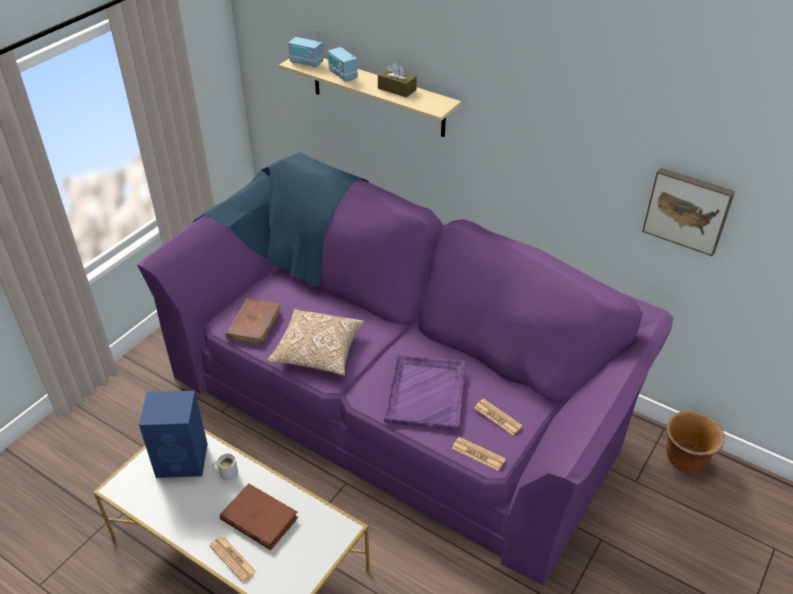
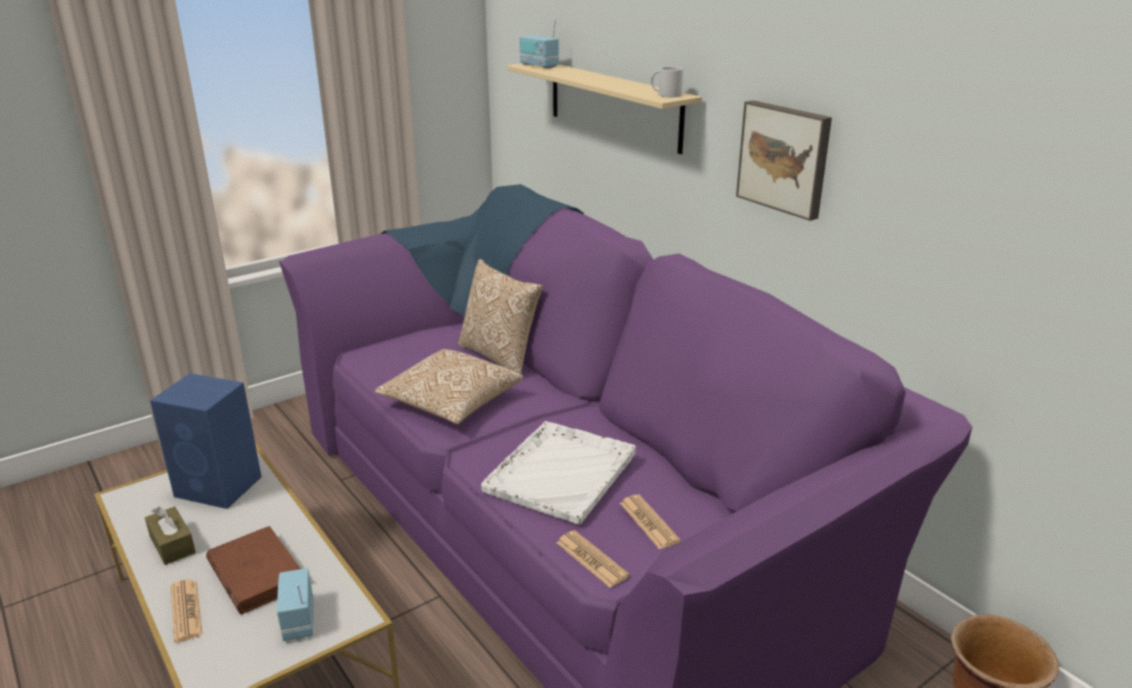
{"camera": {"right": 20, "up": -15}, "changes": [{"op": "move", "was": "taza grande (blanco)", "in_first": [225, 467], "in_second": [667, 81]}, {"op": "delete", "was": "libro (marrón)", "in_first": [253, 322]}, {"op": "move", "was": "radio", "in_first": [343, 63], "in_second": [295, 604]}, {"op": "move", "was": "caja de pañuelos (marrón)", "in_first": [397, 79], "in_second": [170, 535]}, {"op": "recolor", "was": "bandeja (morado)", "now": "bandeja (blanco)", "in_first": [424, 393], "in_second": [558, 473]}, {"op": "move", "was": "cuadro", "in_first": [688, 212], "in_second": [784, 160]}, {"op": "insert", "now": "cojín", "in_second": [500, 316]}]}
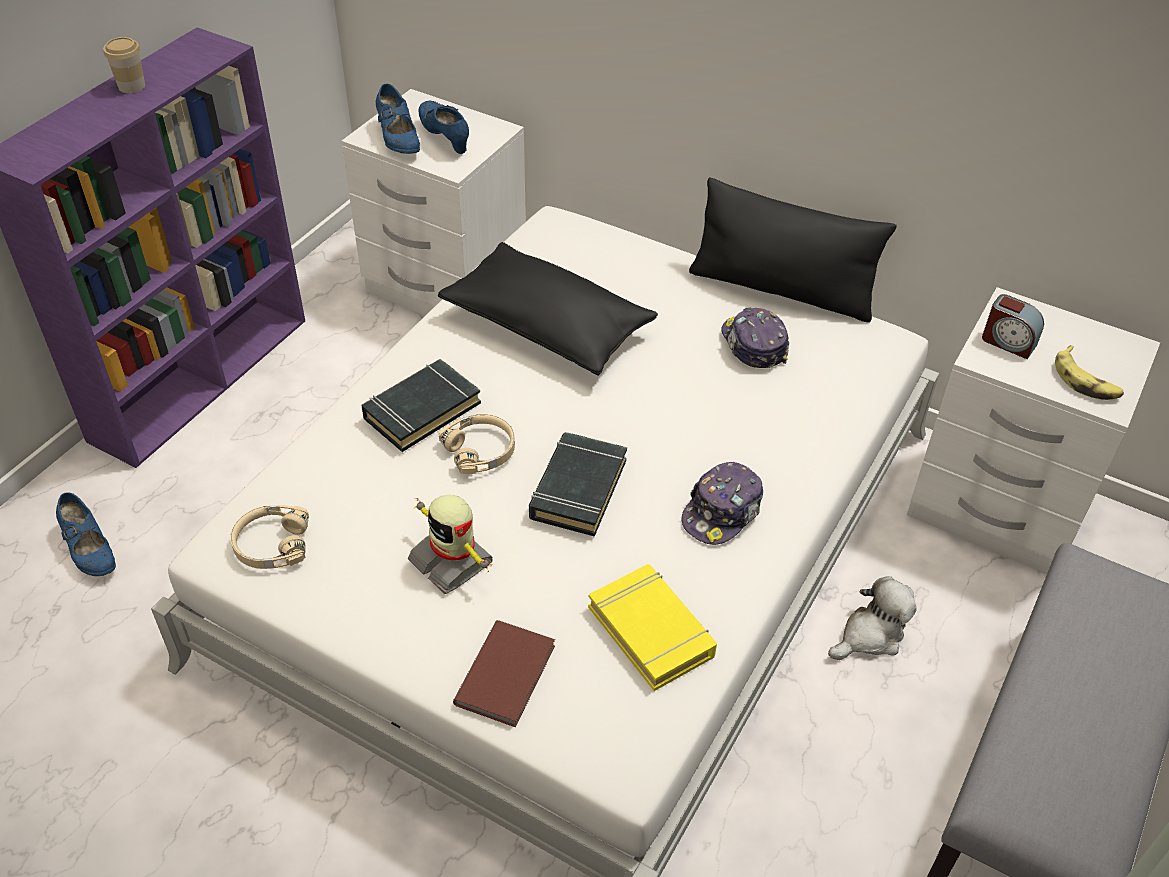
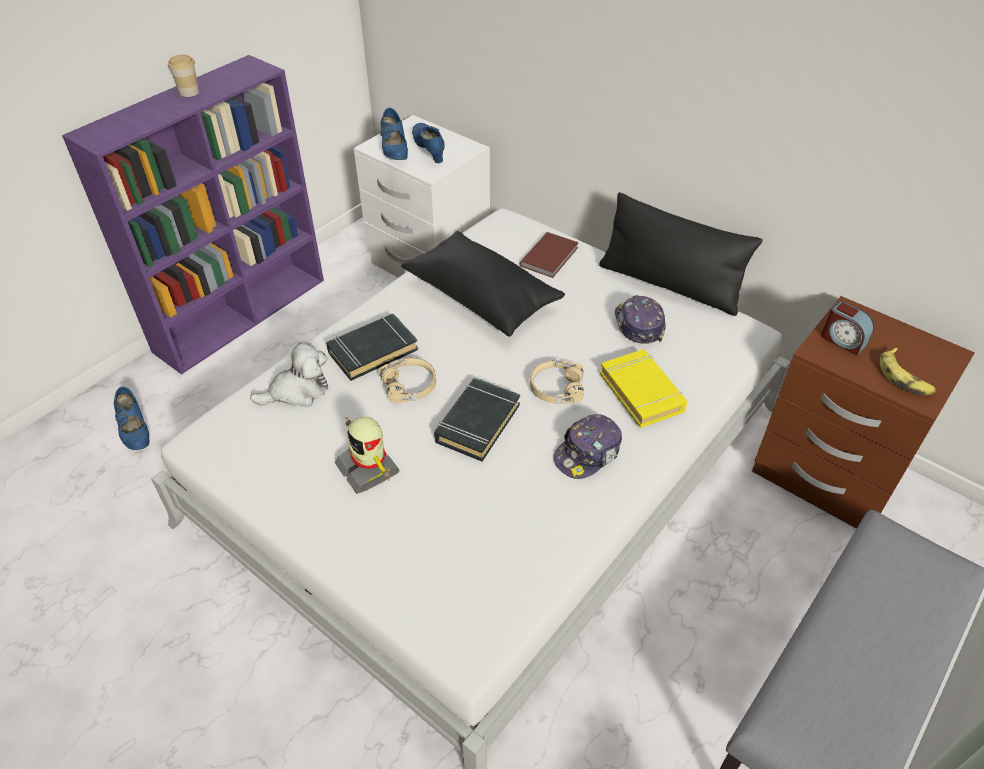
{"camera": {"right": 10, "up": 0}, "changes": [{"op": "move", "was": "auriculares (beis)", "in_first": [269, 537], "in_second": [557, 382]}, {"op": "move", "was": "libro (marrón)", "in_first": [504, 673], "in_second": [549, 255]}, {"op": "move", "was": "libro (amarillo)", "in_first": [652, 627], "in_second": [644, 388]}, {"op": "move", "was": "peluche", "in_first": [872, 618], "in_second": [289, 374]}, {"op": "recolor", "was": "mesita de noche (blanco)", "now": "mesita de noche (marrón)", "in_first": [1033, 430], "in_second": [863, 412]}]}
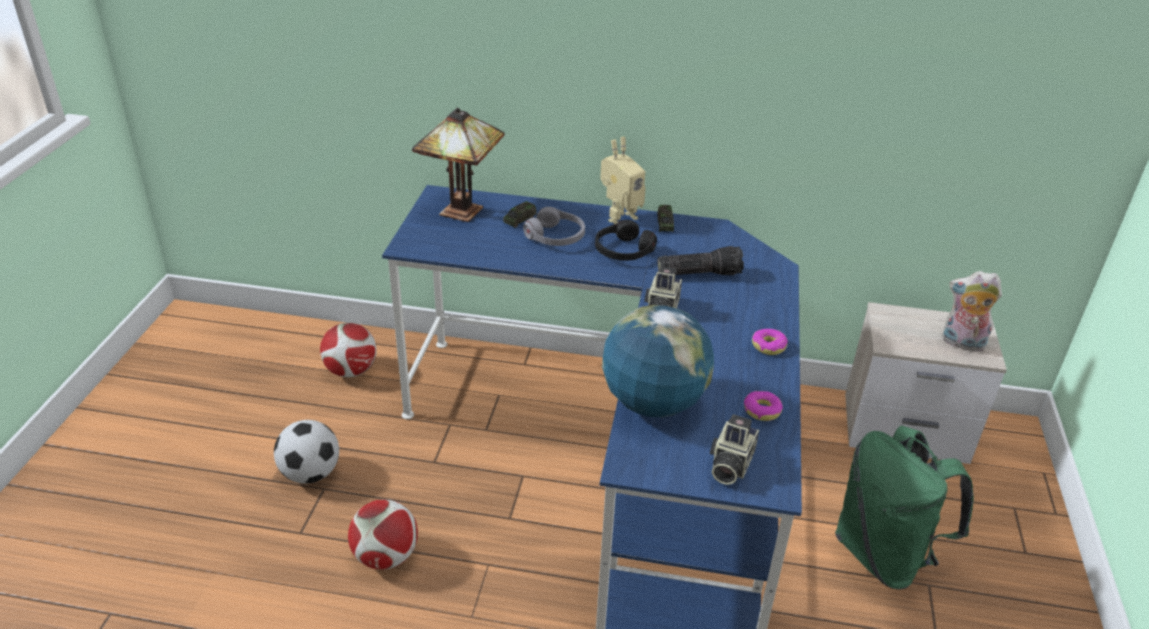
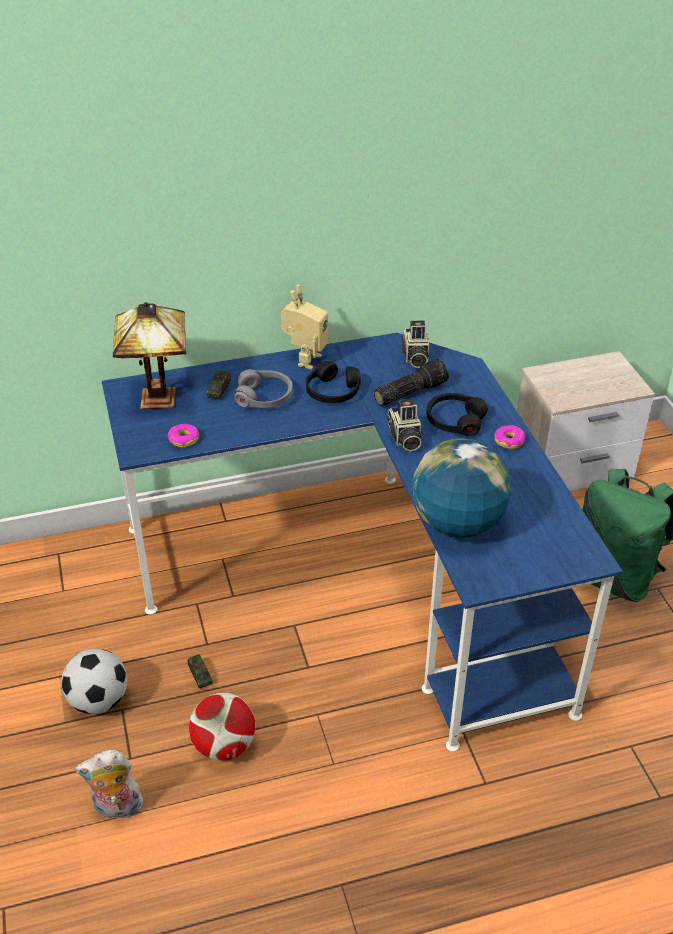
{"camera": {"right": -25, "up": 5}, "changes": [{"op": "delete", "was": "balón de fútbol", "in_first": [348, 350]}, {"op": "move", "was": "coche de juguete", "in_first": [665, 218], "in_second": [200, 671]}, {"op": "move", "was": "cámara", "in_first": [734, 449], "in_second": [415, 344]}, {"op": "move", "was": "rosquilla", "in_first": [763, 406], "in_second": [183, 435]}, {"op": "move", "was": "peluche", "in_first": [972, 311], "in_second": [109, 784]}, {"op": "insert", "now": "auriculares (negro)", "in_second": [456, 414]}]}
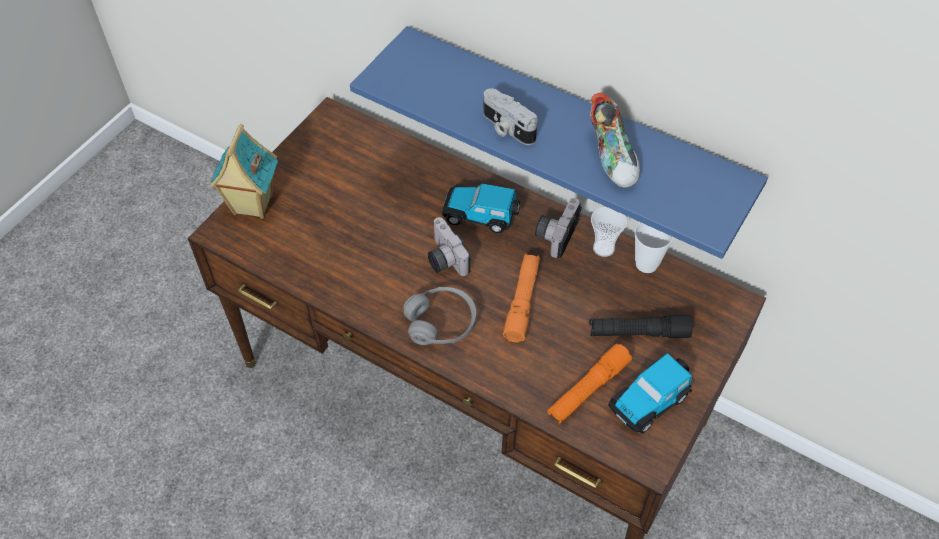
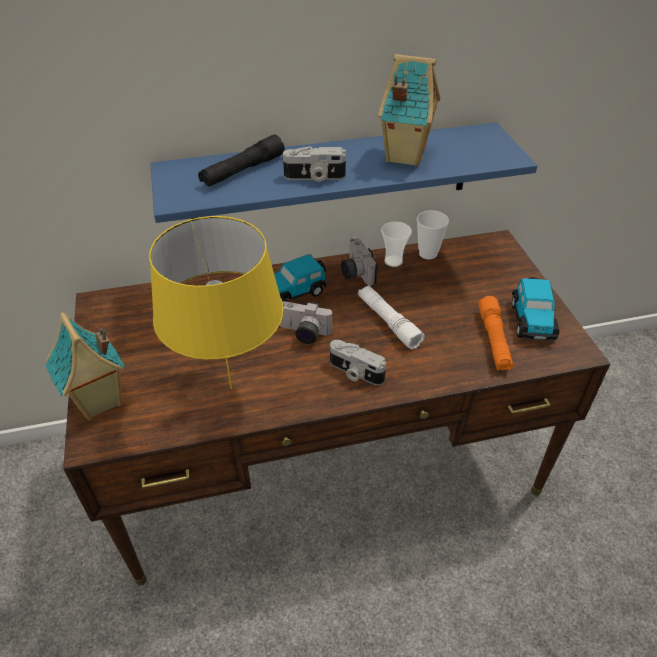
{"camera": {"right": -45, "up": -10}, "changes": [{"op": "replace", "was": "auriculares (gris)", "now": "cámara", "in_first": [439, 316], "in_second": [358, 362]}, {"op": "recolor", "was": "linterna (naranja)", "now": "linterna (blanco)", "in_first": [521, 297], "in_second": [391, 317]}, {"op": "move", "was": "linterna (negro)", "in_first": [641, 326], "in_second": [241, 161]}, {"op": "replace", "was": "zapato", "now": "casita", "in_first": [615, 140], "in_second": [409, 110]}, {"op": "insert", "now": "lámpara de mesa (amarillo)", "in_second": [216, 302]}]}
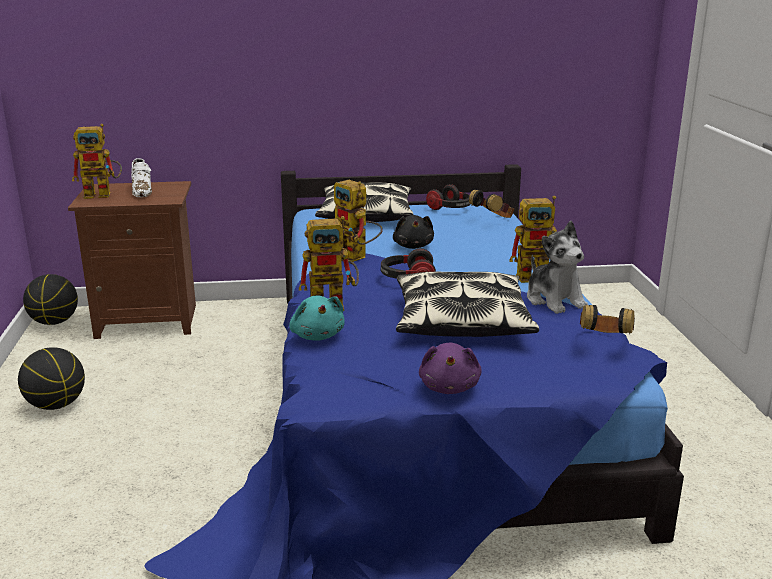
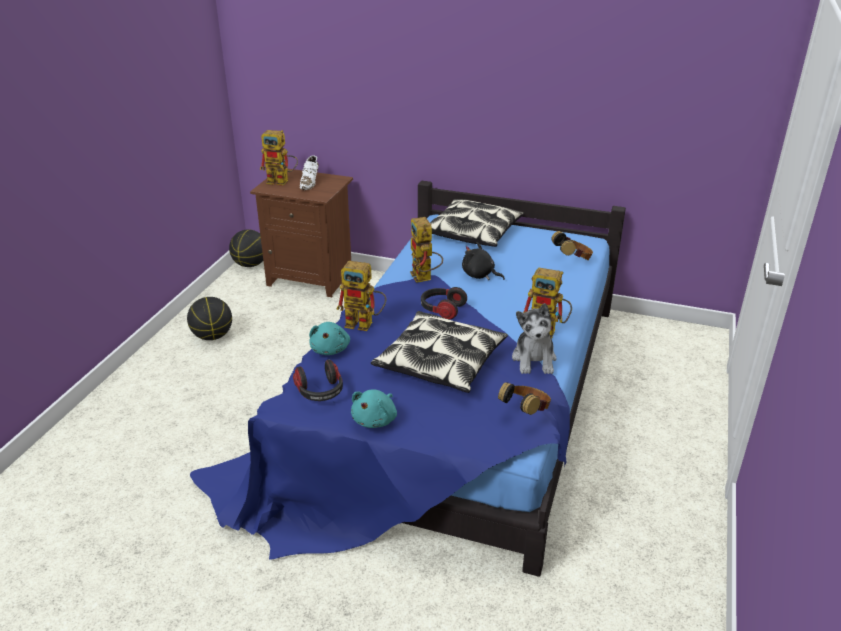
{"camera": {"right": 25, "up": 10}, "changes": [{"op": "rotate", "was": "peluche (negro)", "in_first": [413, 232], "in_second": [483, 261], "clockwise": 105}, {"op": "recolor", "was": "peluche (morado)", "now": "peluche (turquesa)", "in_first": [450, 368], "in_second": [374, 408]}, {"op": "move", "was": "auriculares", "in_first": [448, 197], "in_second": [318, 380]}]}
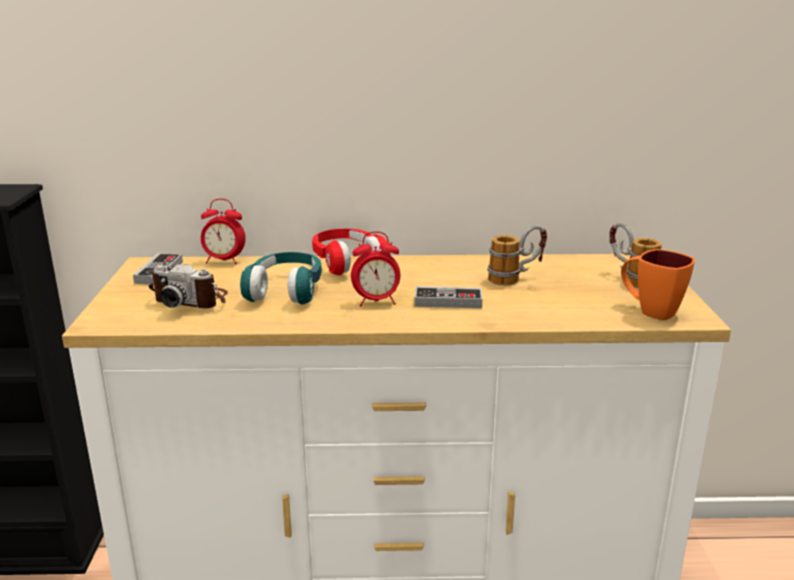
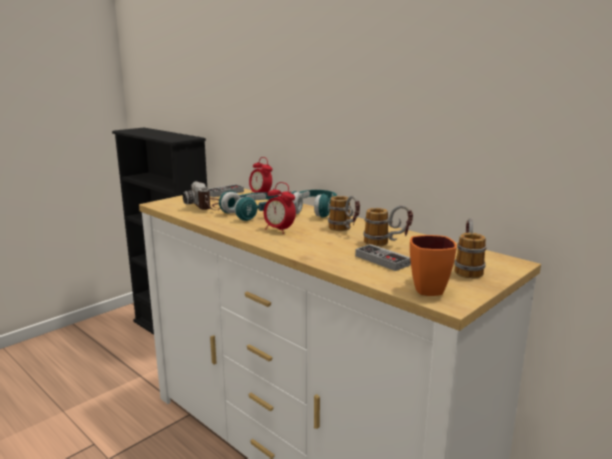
{"camera": {"right": 45, "up": -5}, "changes": [{"op": "recolor", "was": "auriculares (rojo)", "now": "auriculares (turquesa)", "in_first": [351, 252], "in_second": [314, 204]}, {"op": "move", "was": "mando de consola", "in_first": [448, 297], "in_second": [383, 257]}, {"op": "insert", "now": "taza grande", "in_second": [344, 213]}]}
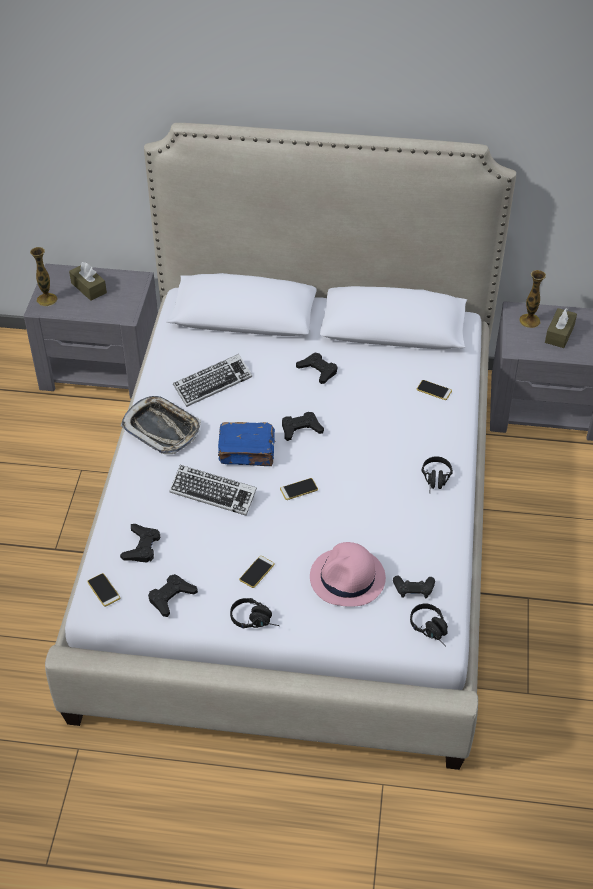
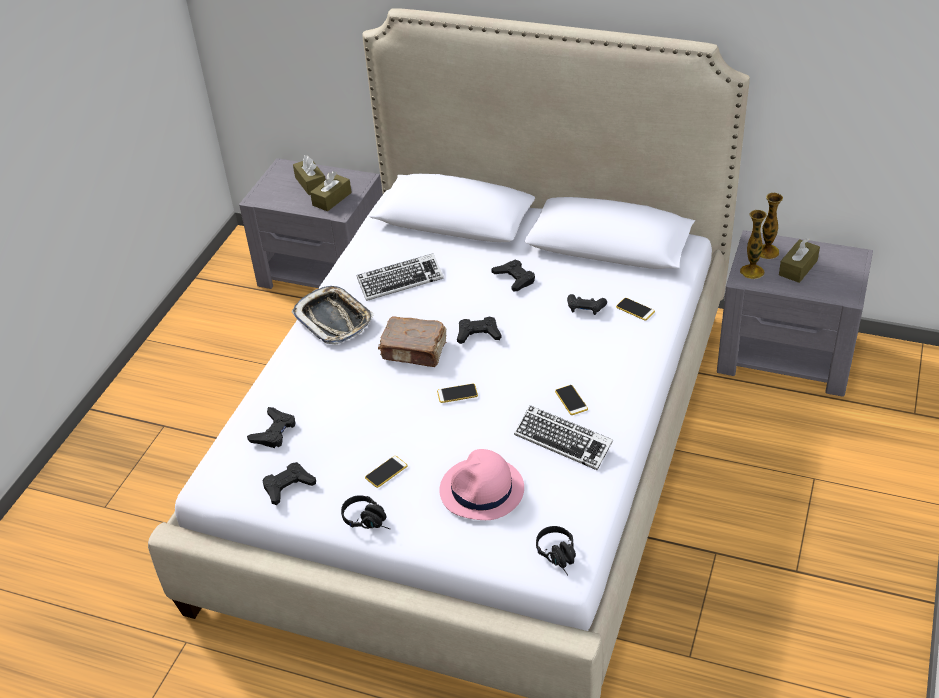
{"camera": {"right": 15, "up": -5}, "changes": [{"op": "move", "was": "florero", "in_first": [44, 276], "in_second": [753, 244]}, {"op": "move", "was": "móvil", "in_first": [103, 589], "in_second": [571, 400]}, {"op": "move", "was": "teclado", "in_first": [213, 490], "in_second": [563, 437]}, {"op": "recolor", "was": "libro (azul)", "now": "libro (marrón)", "in_first": [247, 444], "in_second": [412, 342]}, {"op": "move", "was": "mando de consola (negro)", "in_first": [414, 587], "in_second": [587, 304]}, {"op": "delete", "was": "auriculares (negro)", "in_first": [437, 472]}, {"op": "insert", "now": "caja de pañuelos (marrón)", "in_second": [331, 191]}]}
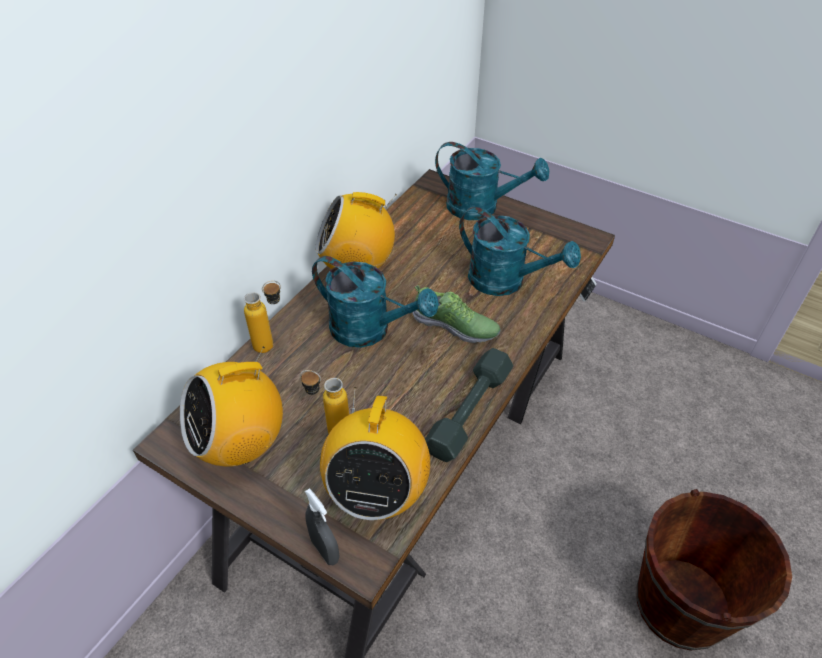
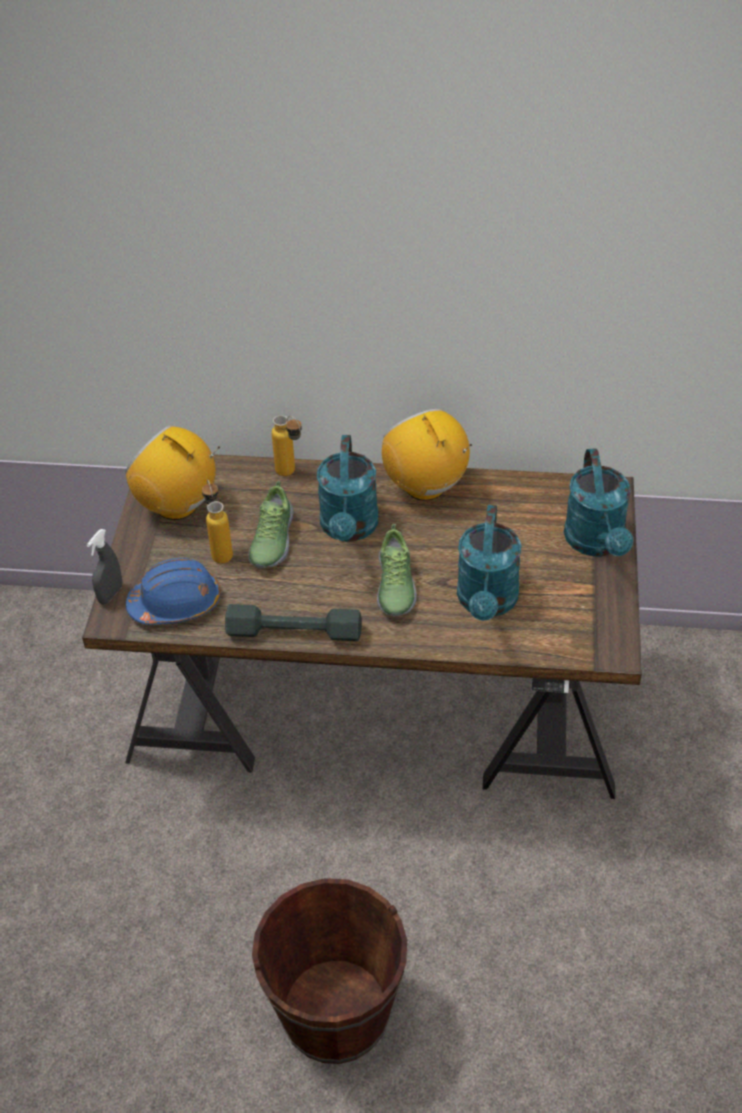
{"camera": {"right": 65, "up": 0}, "changes": [{"op": "replace", "was": "radio", "now": "casco (azul)", "in_first": [375, 453], "in_second": [173, 591]}, {"op": "insert", "now": "zapato", "in_second": [271, 524]}]}
